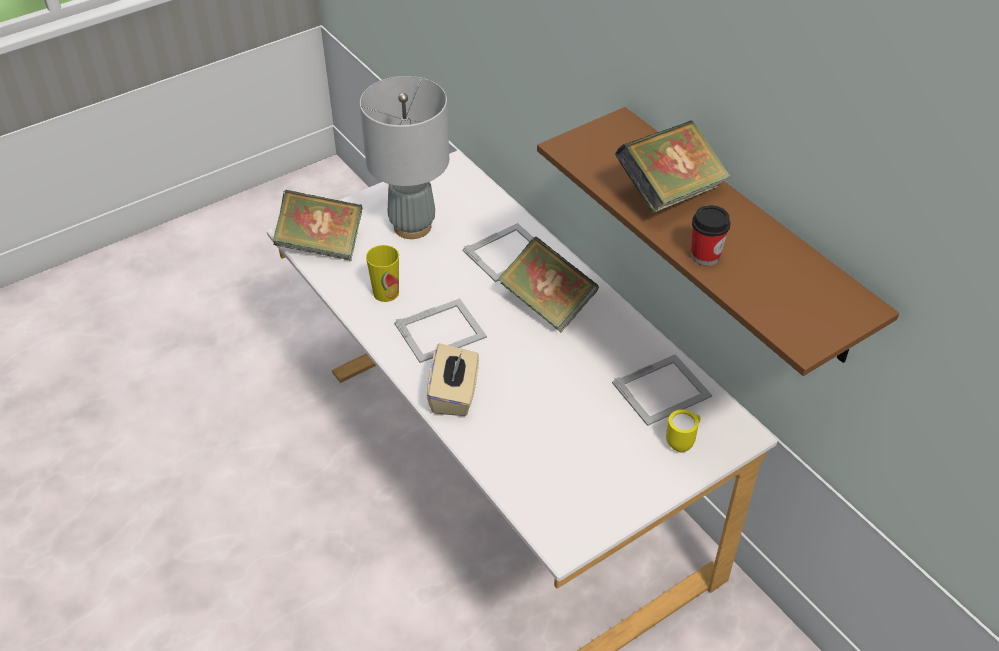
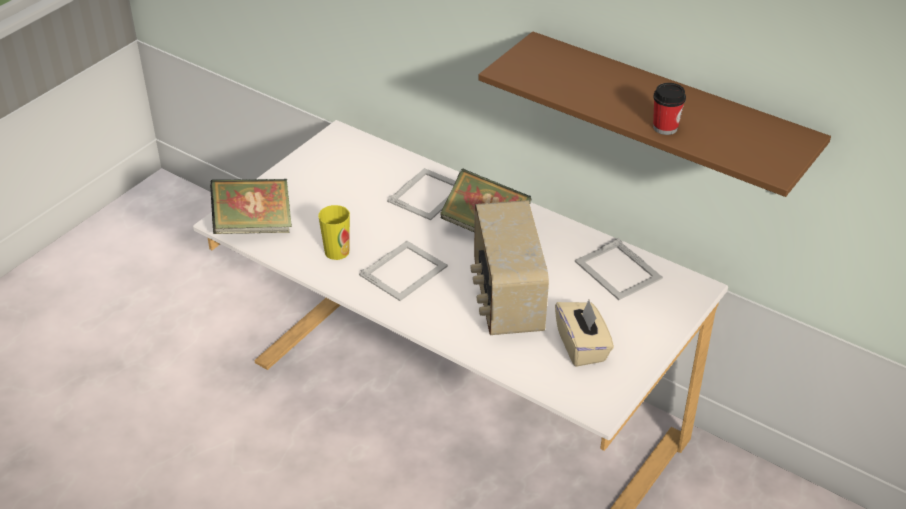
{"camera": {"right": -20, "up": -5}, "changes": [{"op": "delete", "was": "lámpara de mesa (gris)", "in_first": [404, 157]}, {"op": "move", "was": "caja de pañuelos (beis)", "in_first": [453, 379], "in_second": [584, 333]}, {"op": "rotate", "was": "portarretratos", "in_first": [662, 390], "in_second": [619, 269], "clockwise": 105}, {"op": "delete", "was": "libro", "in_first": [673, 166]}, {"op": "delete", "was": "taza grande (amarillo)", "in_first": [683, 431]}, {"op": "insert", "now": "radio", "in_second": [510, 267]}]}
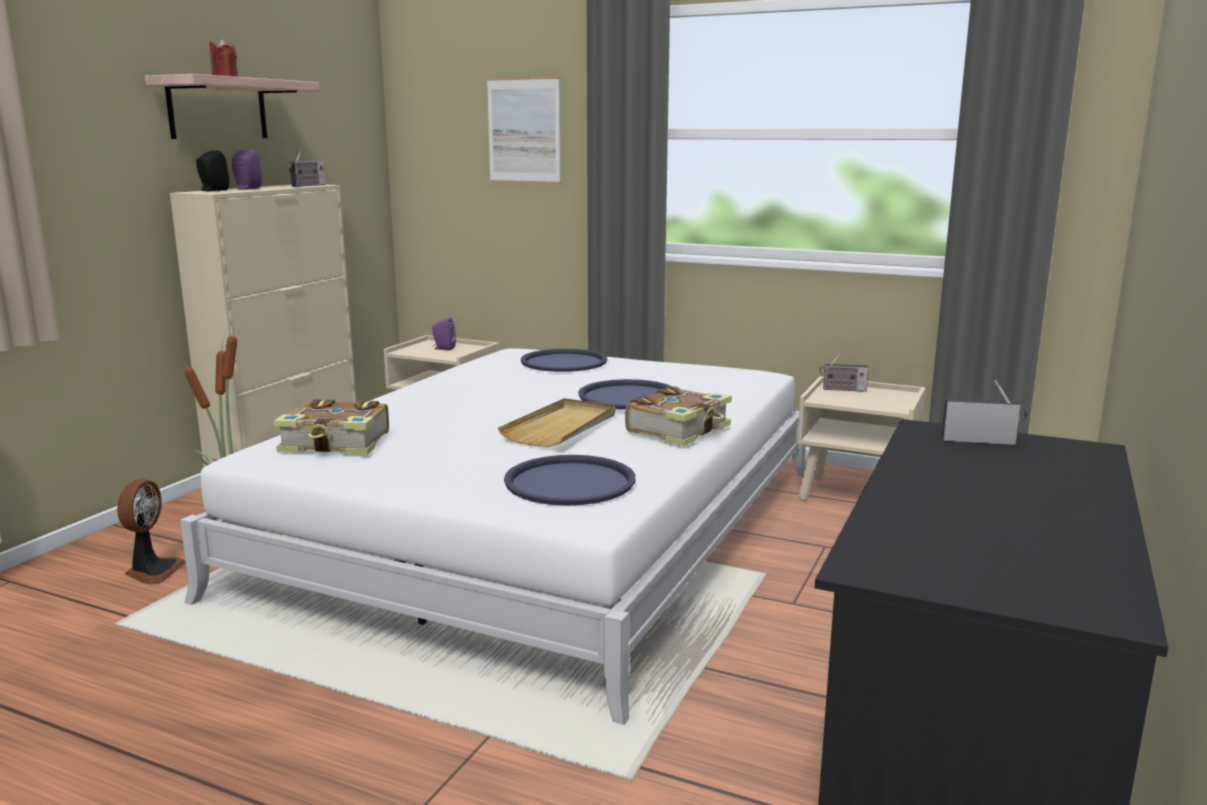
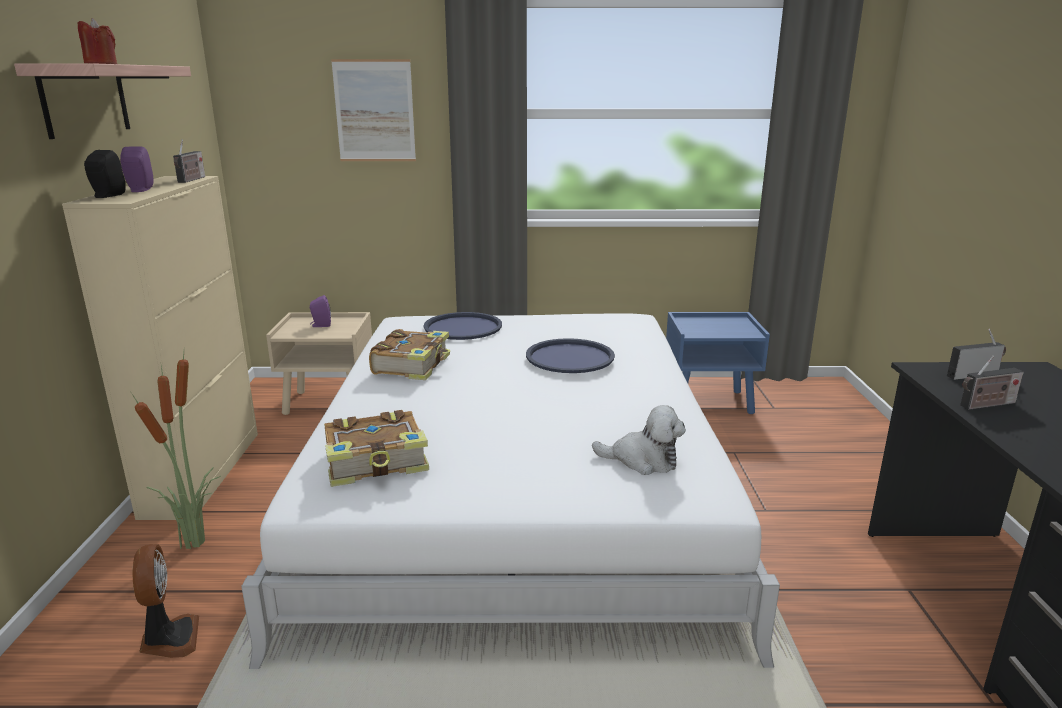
{"camera": {"right": -25, "up": 5}, "changes": [{"op": "delete", "was": "bandeja (beis)", "in_first": [556, 422]}, {"op": "replace", "was": "bandeja (azul)", "now": "peluche", "in_first": [569, 480], "in_second": [639, 440]}, {"op": "move", "was": "libro", "in_first": [678, 416], "in_second": [409, 354]}, {"op": "recolor", "was": "mesita de noche (beis)", "now": "mesita de noche (azul)", "in_first": [861, 438], "in_second": [718, 363]}, {"op": "move", "was": "radio", "in_first": [844, 372], "in_second": [992, 382]}]}
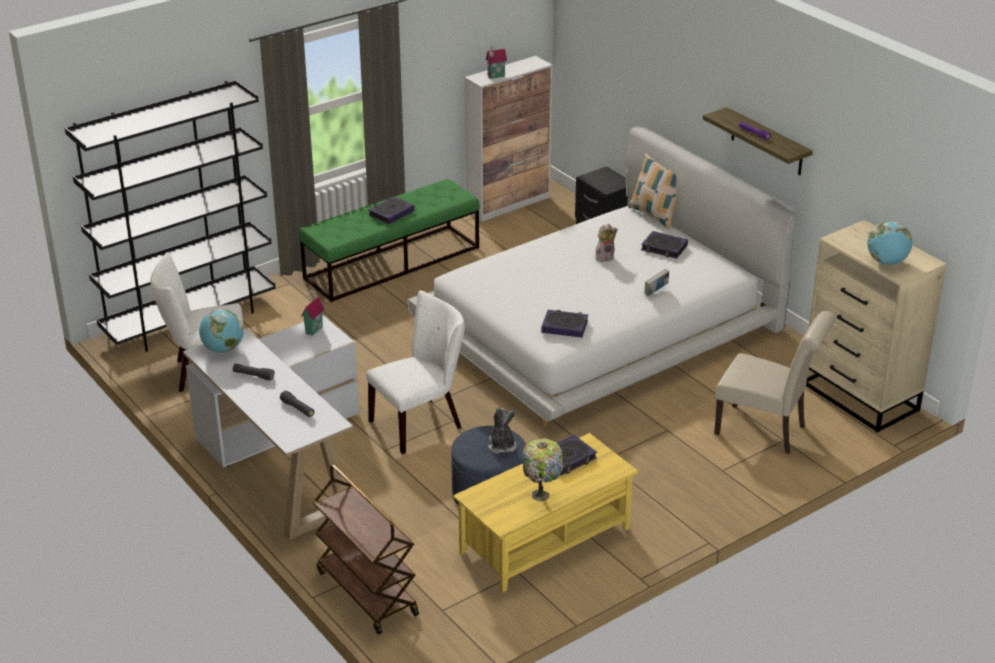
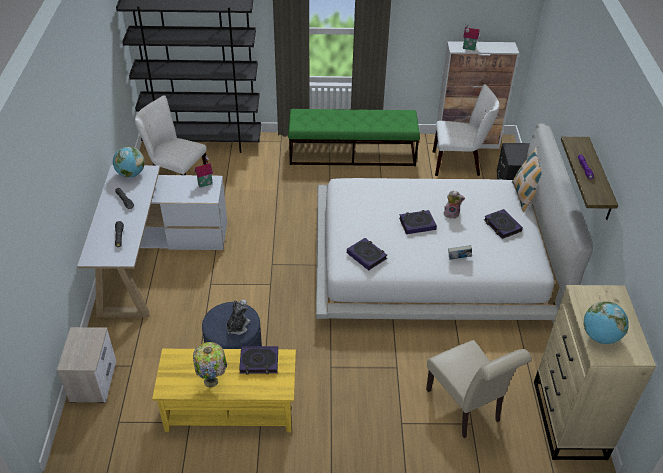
{"camera": {"right": 35, "up": 10}, "changes": [{"op": "replace", "was": "carrito (marrón)", "now": "mesita de noche", "in_first": [366, 549], "in_second": [86, 365]}, {"op": "move", "was": "silla (blanco)", "in_first": [415, 372], "in_second": [466, 130]}, {"op": "move", "was": "libro", "in_first": [392, 210], "in_second": [418, 222]}]}
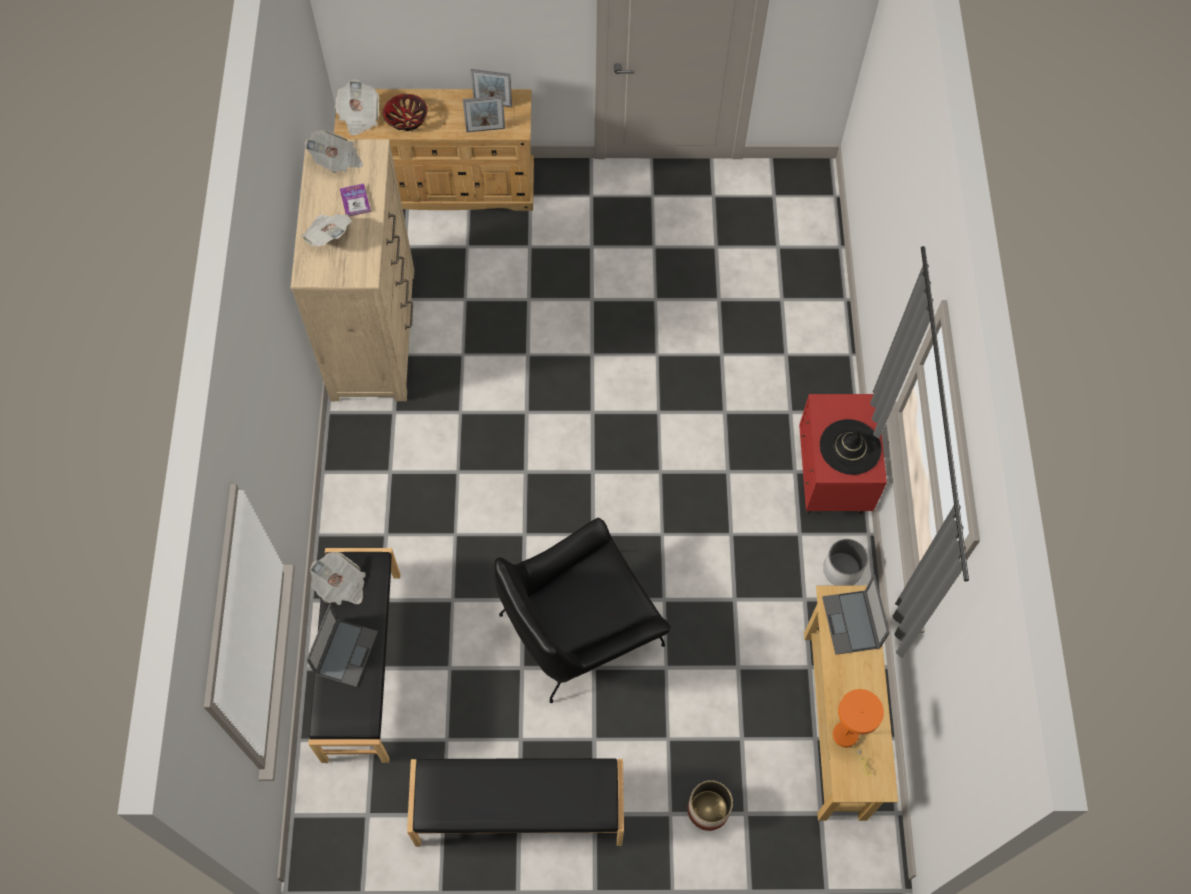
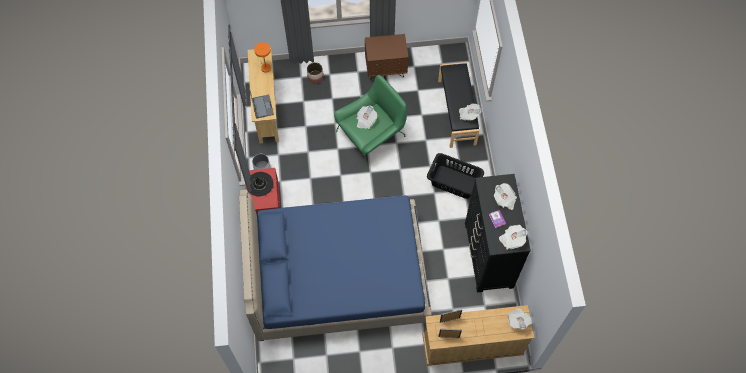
{"camera": {"right": 175, "up": 0}, "changes": [{"op": "recolor", "was": "cómoda (beis)", "now": "cómoda (negro)", "in_first": [352, 270], "in_second": [498, 233]}, {"op": "delete", "was": "portátil", "in_first": [342, 645]}, {"op": "delete", "was": "cuenco", "in_first": [405, 112]}, {"op": "replace", "was": "banco (negro)", "now": "mesita de noche (marrón)", "in_first": [515, 802], "in_second": [387, 57]}, {"op": "recolor", "was": "sillón (negro)", "now": "sillón (verde)", "in_first": [582, 610], "in_second": [370, 120]}, {"op": "insert", "now": "cama (azul)", "in_second": [335, 265]}, {"op": "insert", "now": "periódico", "in_second": [366, 117]}, {"op": "insert", "now": "cesto de la ropa (negro)", "in_second": [455, 176]}]}
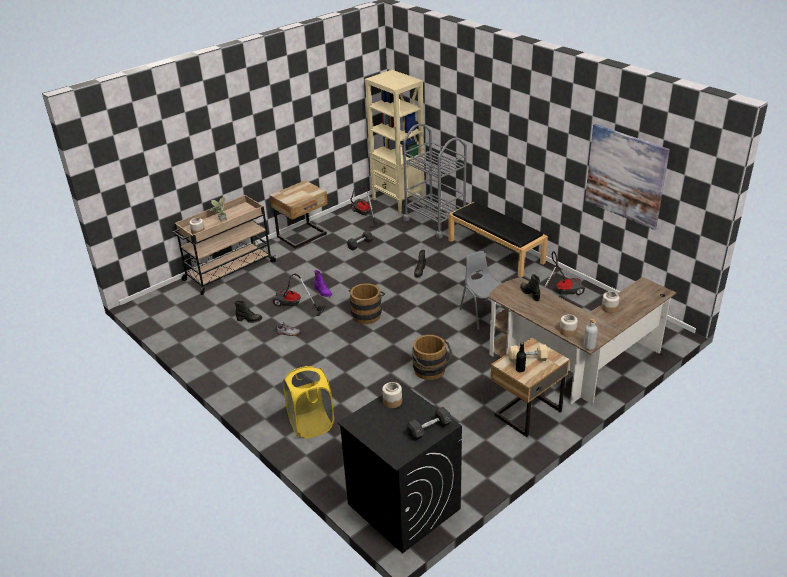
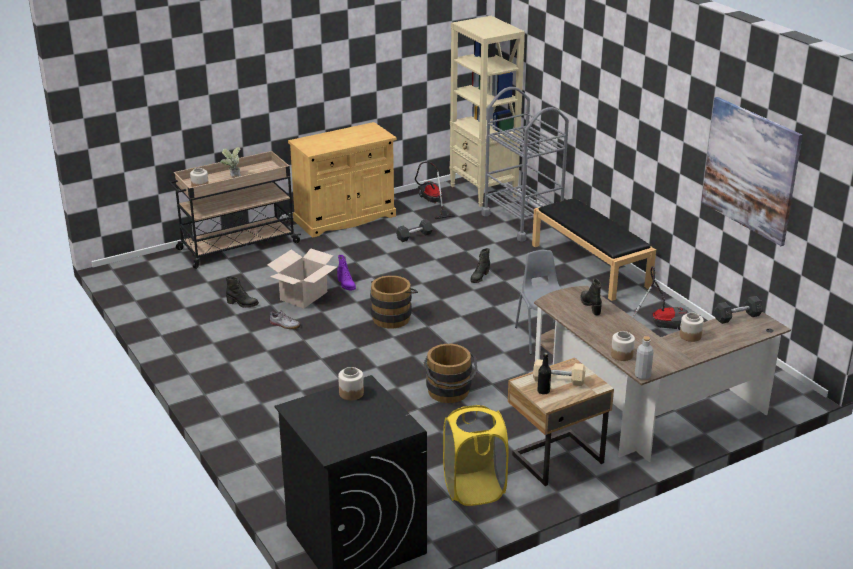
{"camera": {"right": 10, "up": -5}, "changes": [{"op": "replace", "was": "mesita de noche (beis)", "now": "armario (beis)", "in_first": [299, 214], "in_second": [342, 180]}, {"op": "replace", "was": "aspiradora", "now": "caja de cartón", "in_first": [299, 294], "in_second": [302, 278]}, {"op": "move", "was": "cesto de la ropa (amarillo)", "in_first": [308, 402], "in_second": [475, 455]}, {"op": "move", "was": "mancuerna (gris)", "in_first": [429, 424], "in_second": [738, 310]}]}
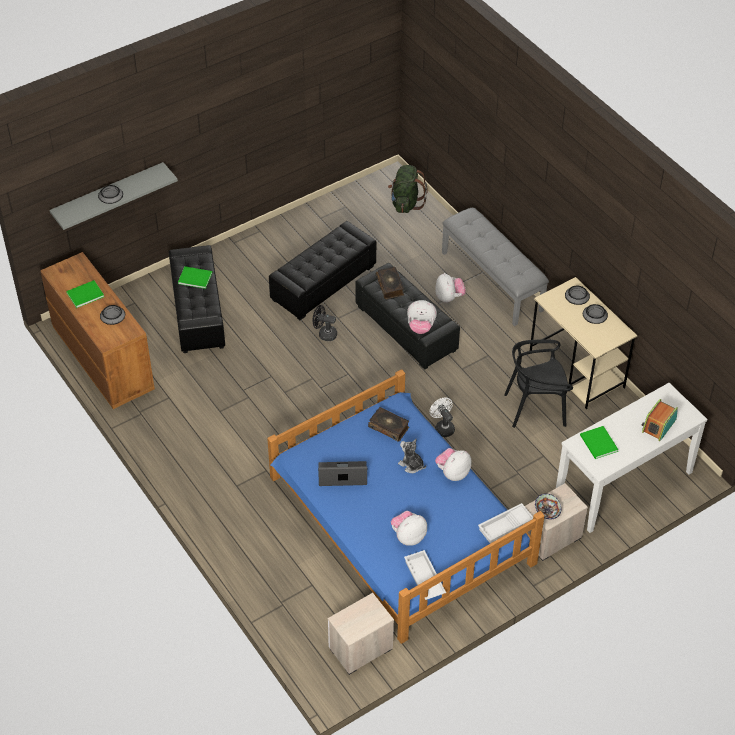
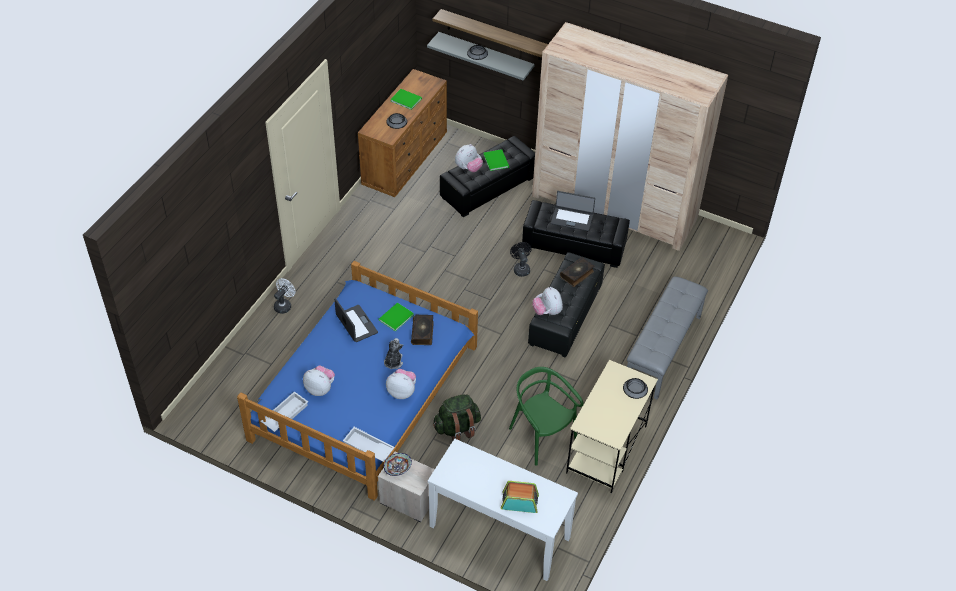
{"camera": {"right": 60, "up": 0}, "changes": [{"op": "delete", "was": "mesita de noche", "in_first": [361, 634]}, {"op": "move", "was": "mochila (verde)", "in_first": [408, 189], "in_second": [457, 417]}, {"op": "move", "was": "ventilador (blanco)", "in_first": [442, 417], "in_second": [284, 296]}, {"op": "move", "was": "peluche", "in_first": [450, 288], "in_second": [469, 158]}, {"op": "recolor", "was": "silla (negro)", "now": "silla (verde)", "in_first": [538, 384], "in_second": [546, 416]}, {"op": "move", "was": "libro (verde)", "in_first": [599, 442], "in_second": [396, 317]}, {"op": "delete", "was": "cuenco", "in_first": [595, 314]}, {"op": "insert", "now": "estante", "in_second": [490, 34]}, {"op": "insert", "now": "armario ropero (beis)", "in_second": [630, 136]}, {"op": "insert", "now": "portátil", "in_second": [573, 211]}]}
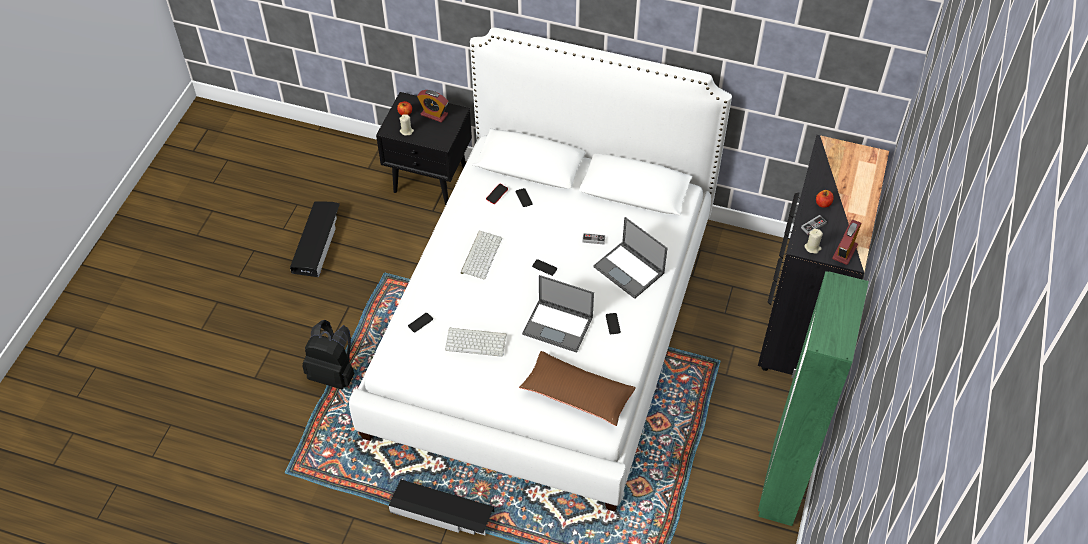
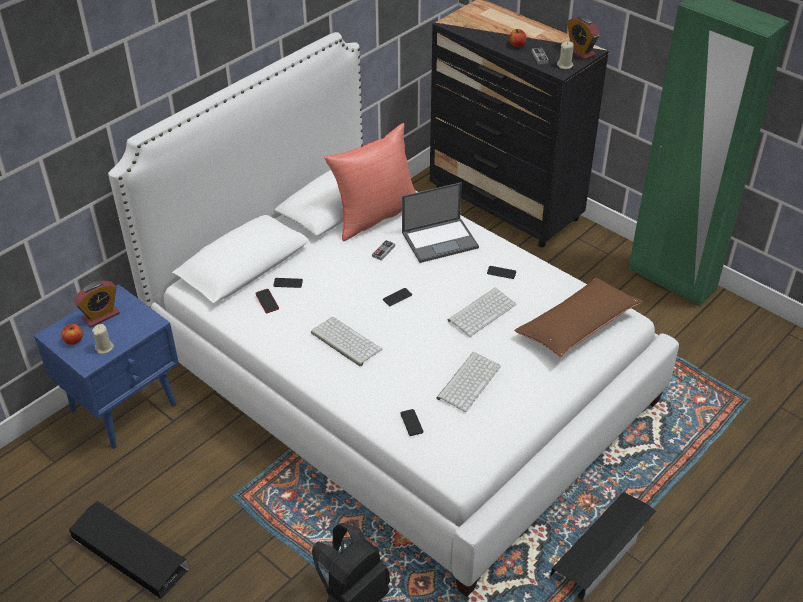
{"camera": {"right": -65, "up": -10}, "changes": [{"op": "recolor", "was": "mesita de noche (negro)", "now": "mesita de noche (azul)", "in_first": [424, 148], "in_second": [106, 366]}, {"op": "replace", "was": "portátil", "now": "teclado", "in_first": [558, 314], "in_second": [482, 312]}, {"op": "insert", "now": "cojín (rojo)", "in_second": [370, 182]}]}
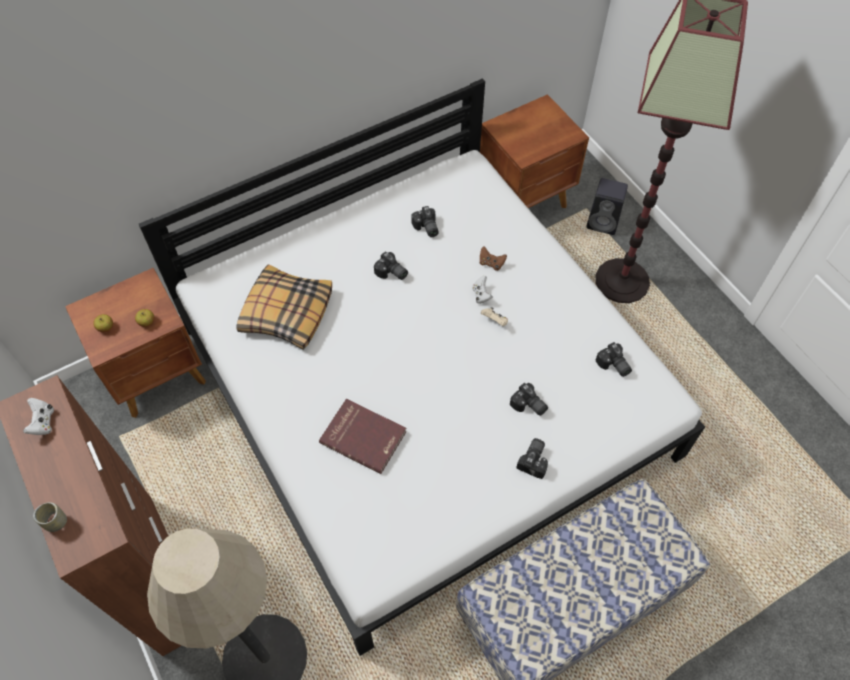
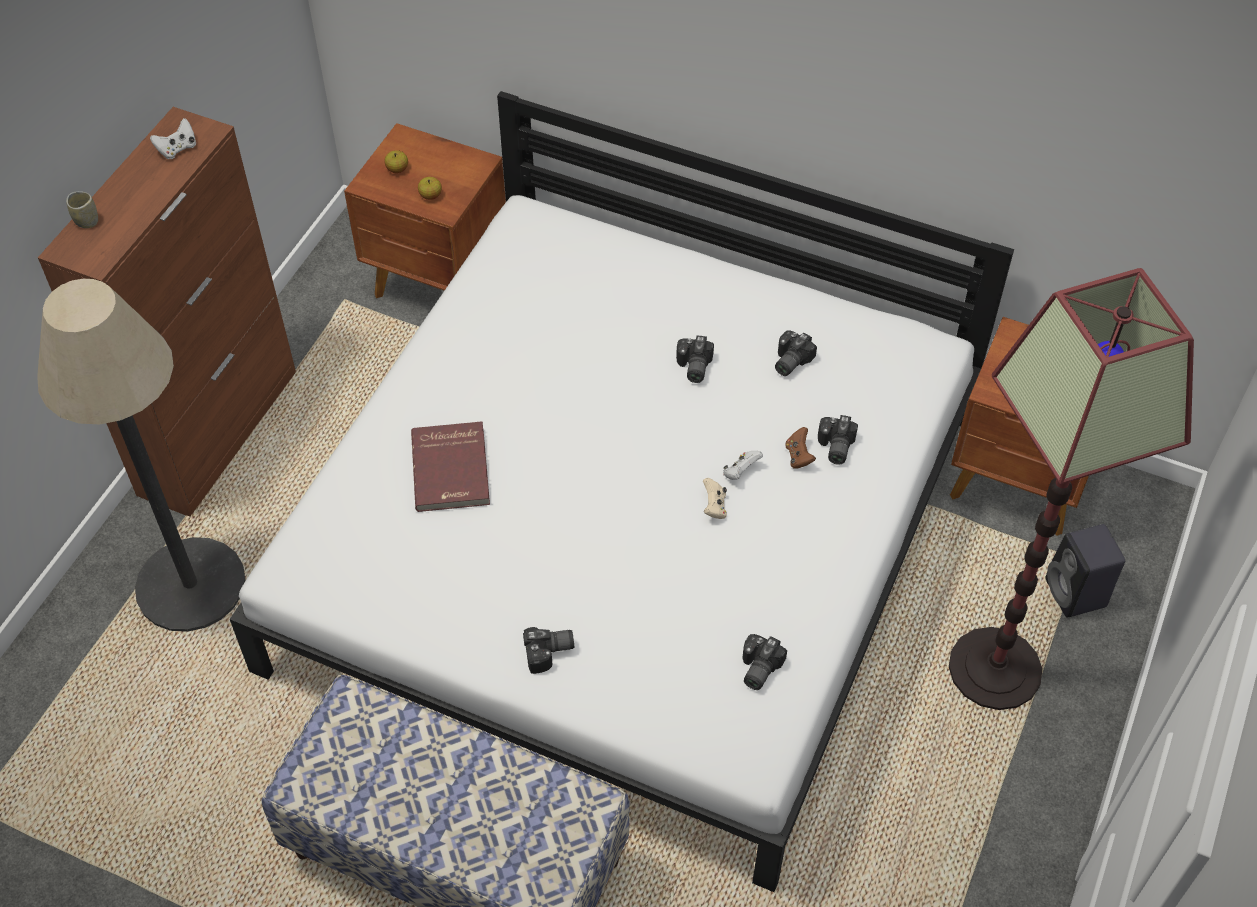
{"camera": {"right": 55, "up": -5}, "changes": [{"op": "delete", "was": "cojín", "in_first": [284, 307]}, {"op": "move", "was": "cámara", "in_first": [529, 399], "in_second": [838, 440]}]}
